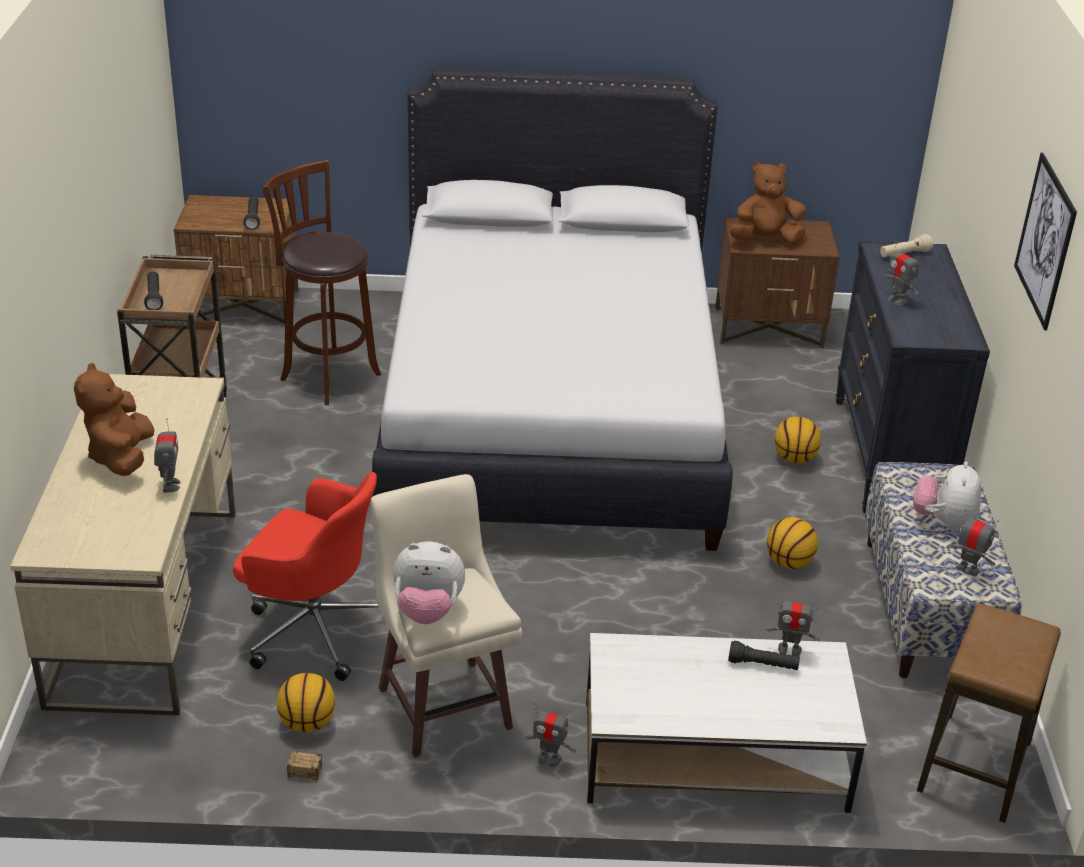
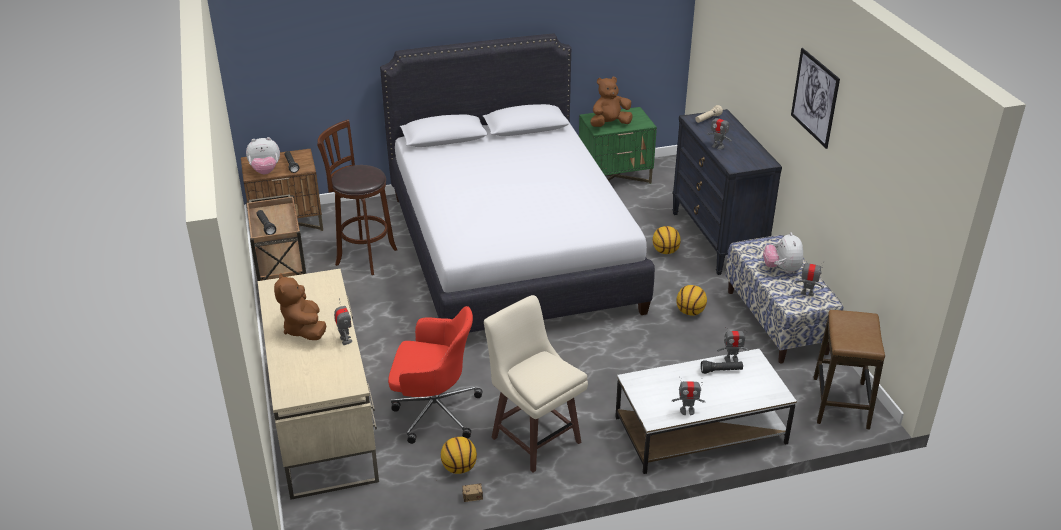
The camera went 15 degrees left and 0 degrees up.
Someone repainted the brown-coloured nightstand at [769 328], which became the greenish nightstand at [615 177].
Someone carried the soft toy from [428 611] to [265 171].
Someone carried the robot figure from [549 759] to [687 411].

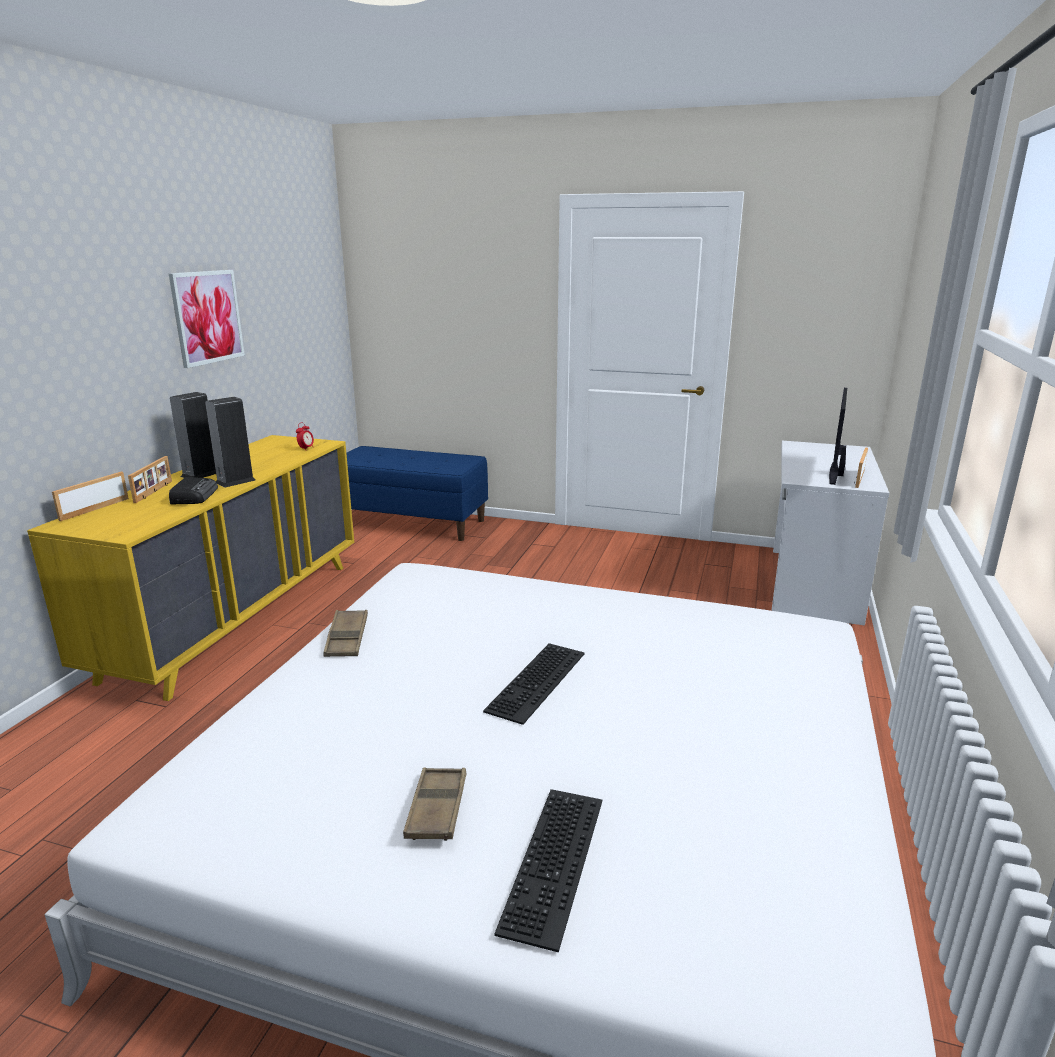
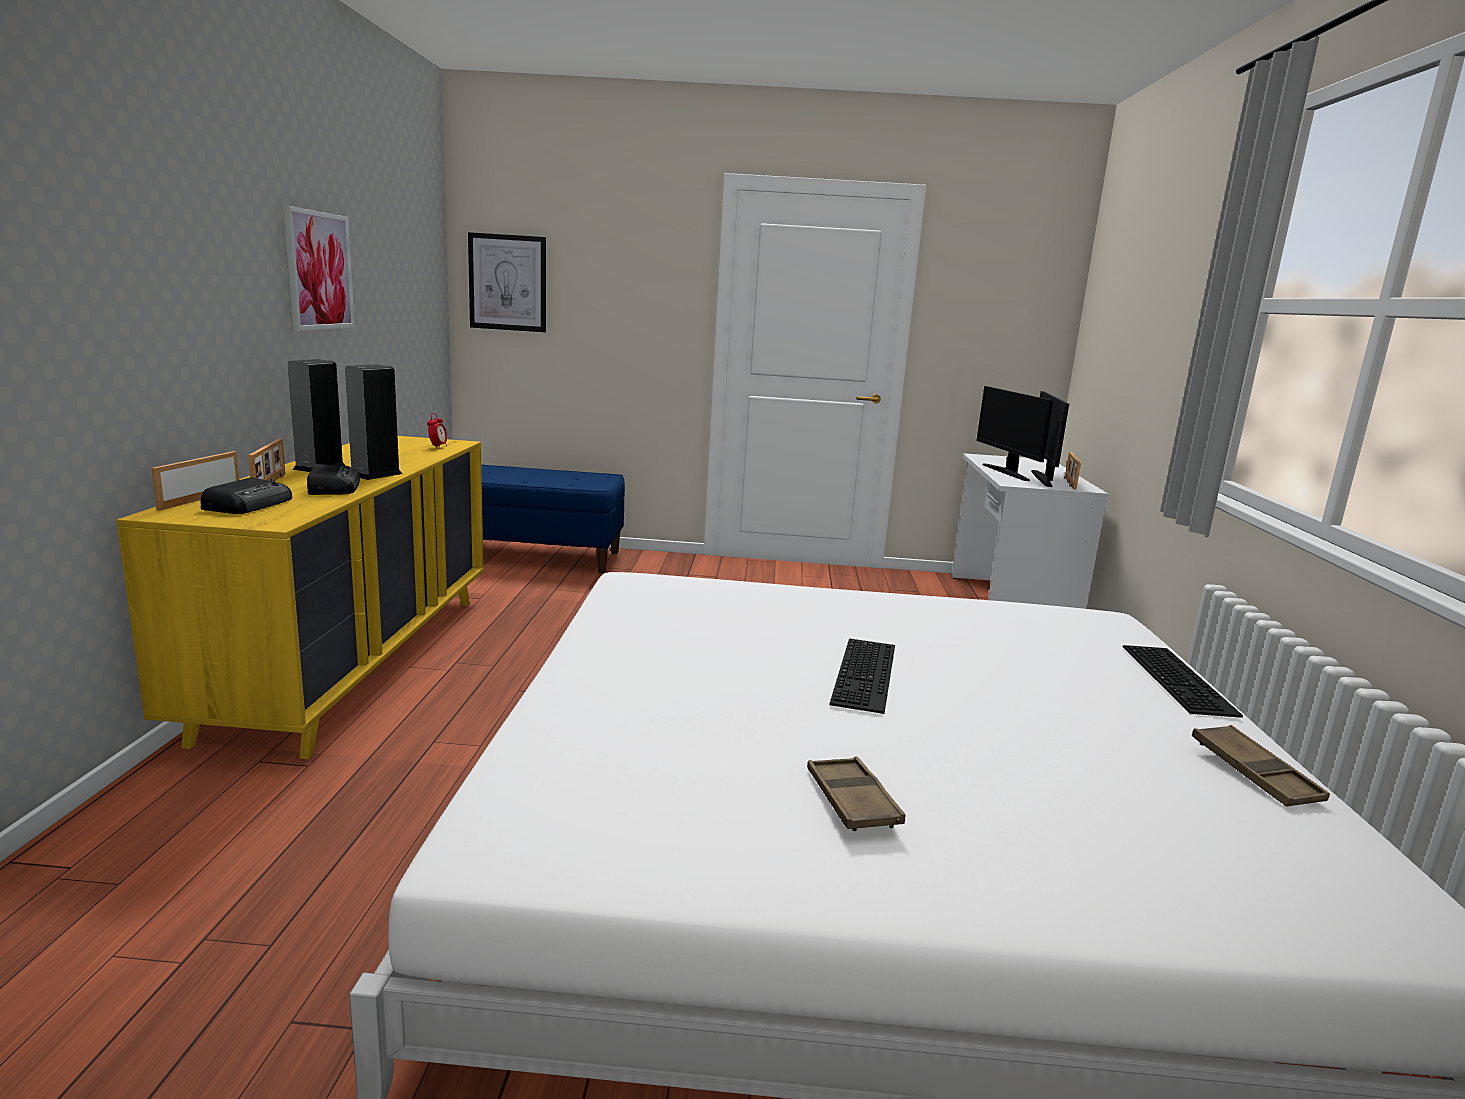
The camera went 15 degrees left and 5 degrees down.
Someone carried the brown-coloured carrying tray from [347 638] to [1254 773].
Someone carried the keyboard from [557 864] to [1181 680].
Someone put up the picture at [508 283].
Someone put down the monitor at [1007 472].
Someone put down the radio at [249 504].

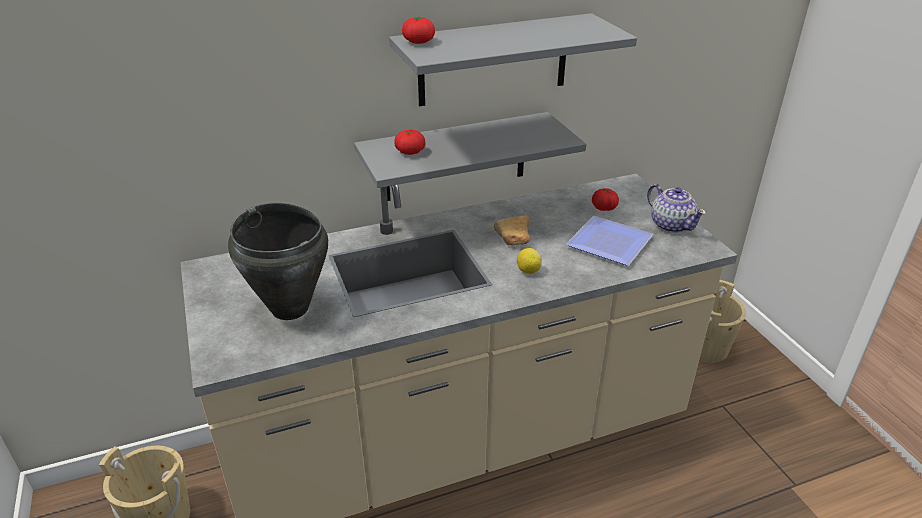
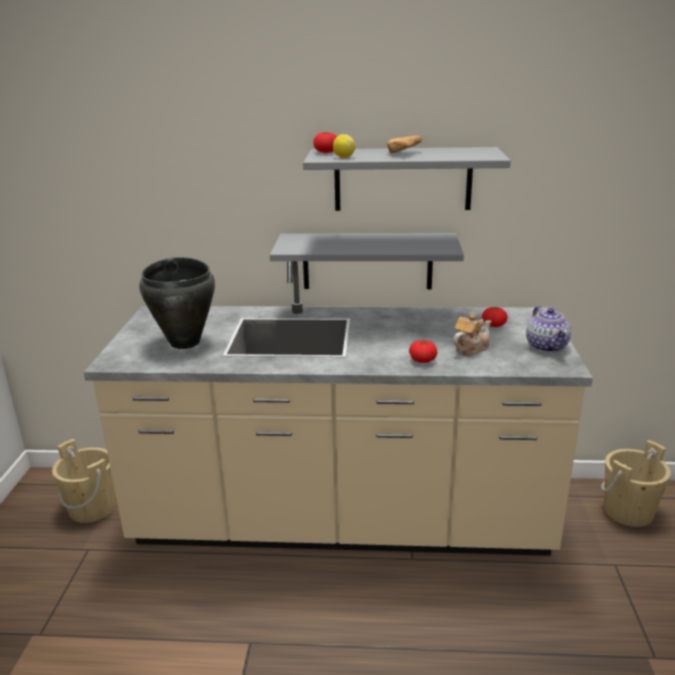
The camera went 25 degrees right and 10 degrees down.
Someone carried the fresh tomato from [410 152] to [422 360].
Someone carried the bread from [514 240] to [401 153].
Someone swapped the plate at [606 244] for the tea pot at [470 348].
Someone carried the lemon from [528 270] to [343 157].

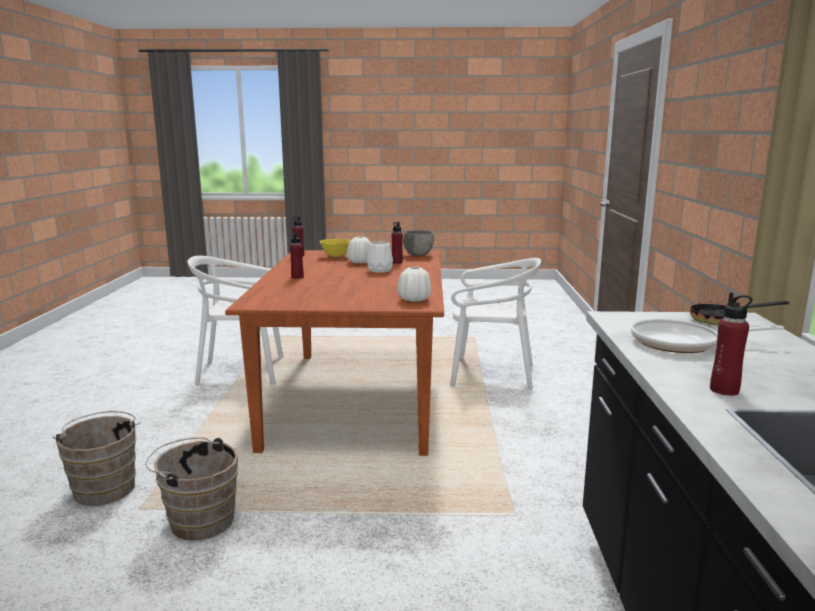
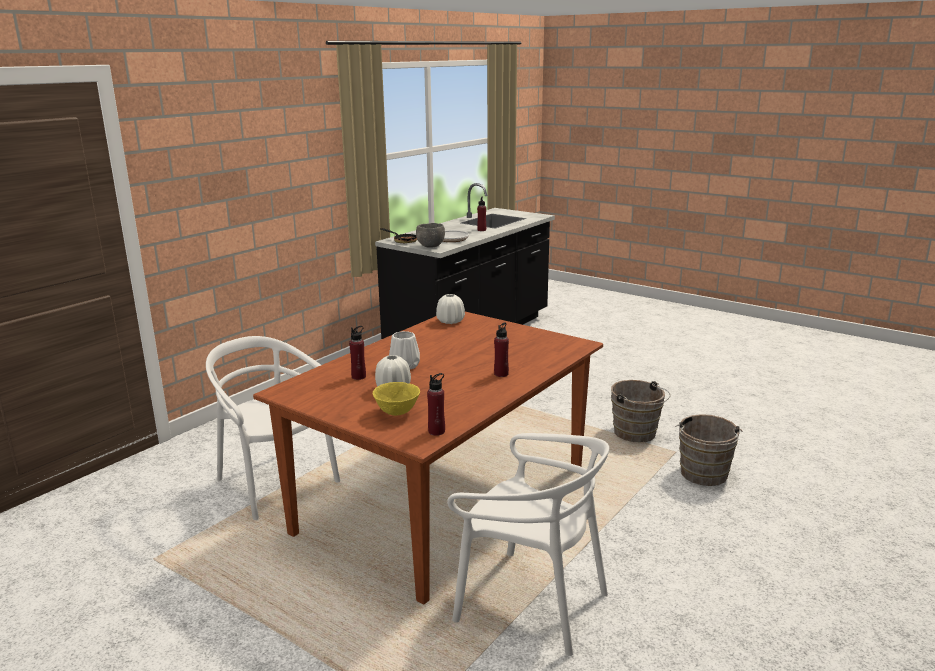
The camera went 145 degrees left and 5 degrees up.
Someone carried the gray bowl from [418 255] to [430 246].

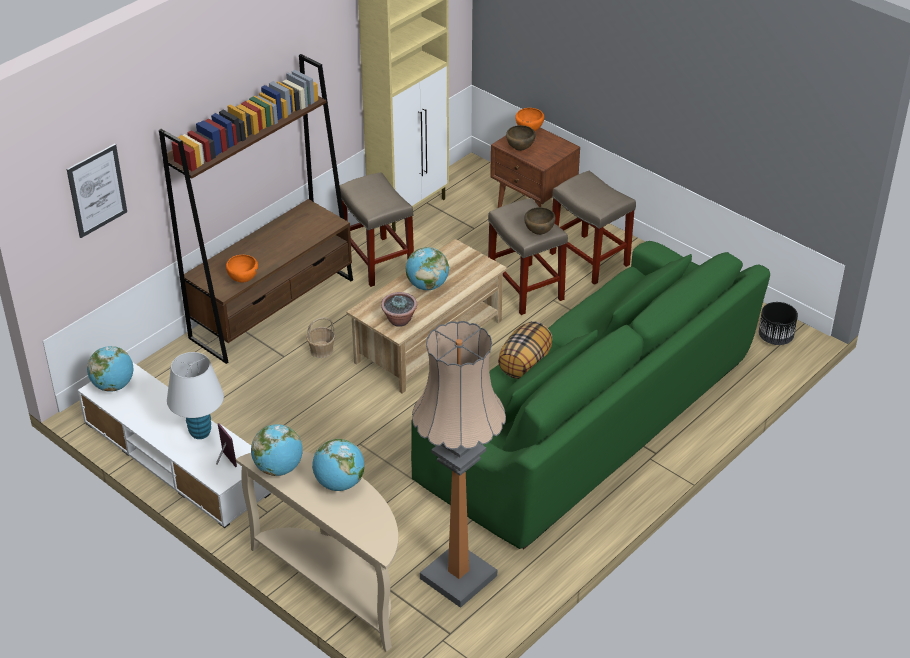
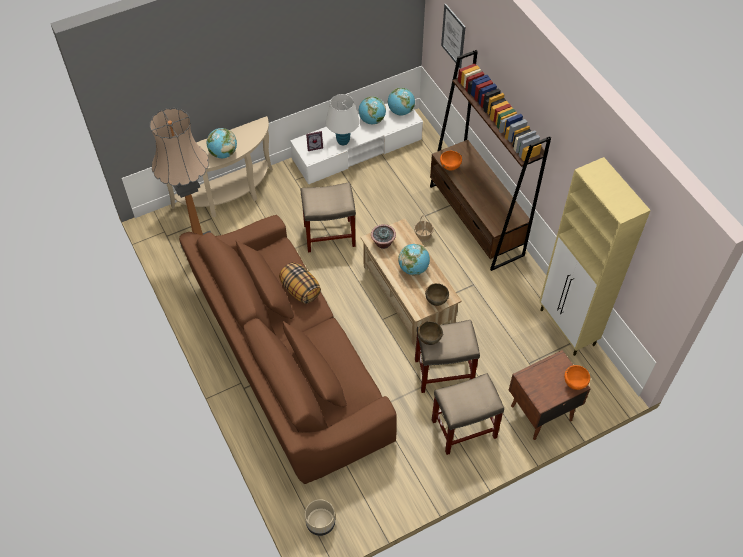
The camera went 110 degrees right and 15 degrees up.
Someone carried the brown-coloured bowl from [520 149] to [436 301].
Someone carried the beige stool from [377 261] to [330 235].
Someone repainted the greenish couch at [590 423], which became the brown-coloured couch at [288 361].
Someone repainted the black planter at [775 337], which became the beige planter at [320 523].
Someone carried the desk globe from [279 468] to [372 120].

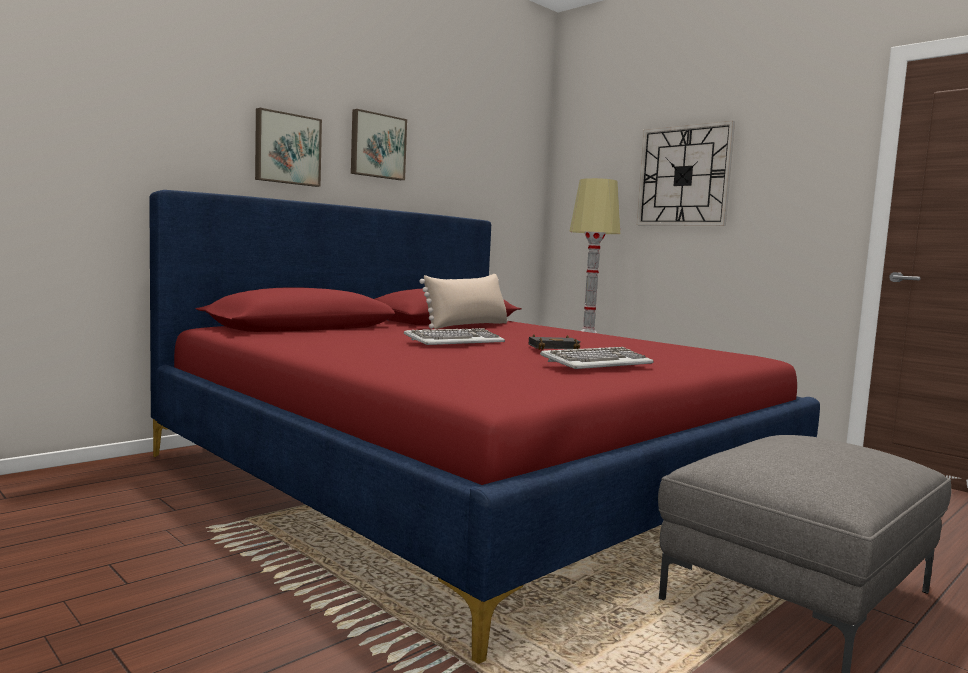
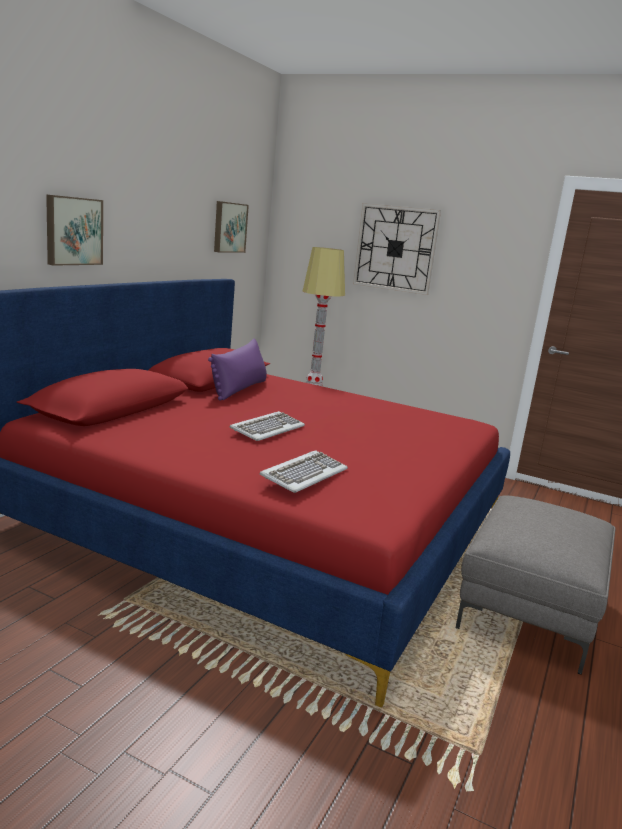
The camera went 20 degrees left and 10 degrees up.
Someone carried the picture from [377 146] to [229 227].
Someone repainted the beige throw pillow at [467 325], which became the purplish throw pillow at [239 389].
Someone took away the black volume at [554 347].
Someone carried the keyboard from [596 363] to [304 474].

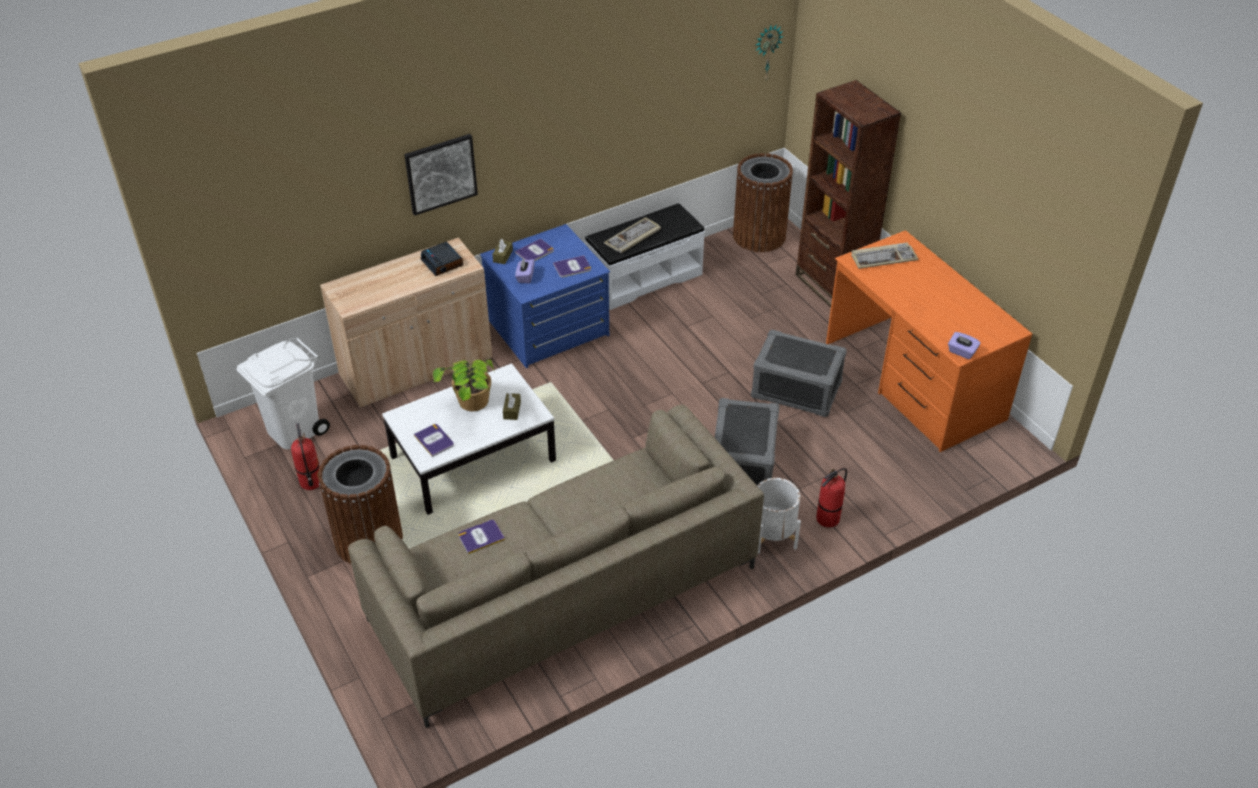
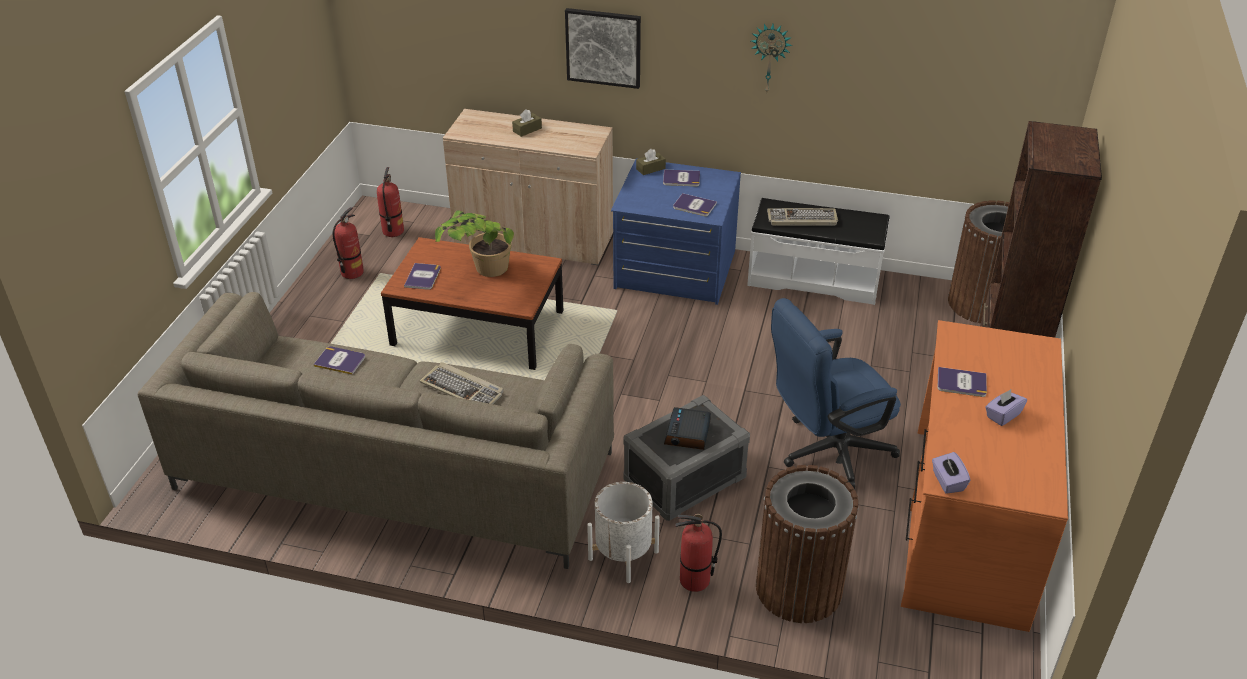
The camera went 45 degrees right and 5 degrees down.
Someone carried the wall clock from [766 52] to [770 57].
Someone carried the alarm clock from [442 263] to [688 434].
Someone carried the keyboard from [883 257] to [463 389].
Someone carried the purplish tissue holder from [525 277] to [1002 415].
Someone swapped the gray storage box at [795 390] for the blue desk chair at [826 452].
Someone swapped the white waste bin at [293 429] for the fire-fighting cylinder at [393 231].
Someone repainted the white low table at [473 459], which became the brown-coloured low table at [477 328].
Someone carried the brown-coloured tissue holder from [512 410] to [527 130].
Someone carried the brown-coloured waste bin from [368 540] to [798 588].
Someone put down the volume at [961 383].

